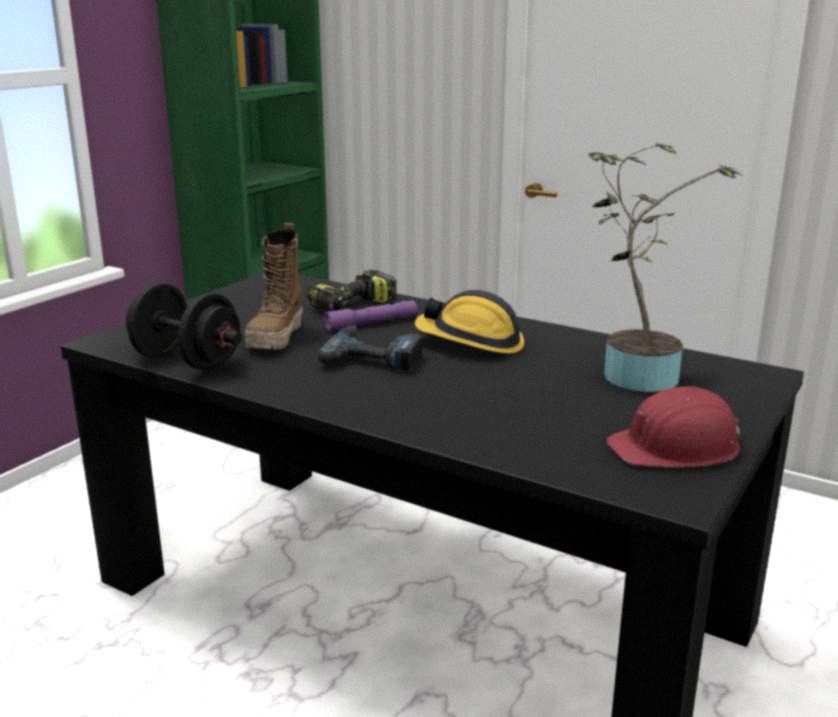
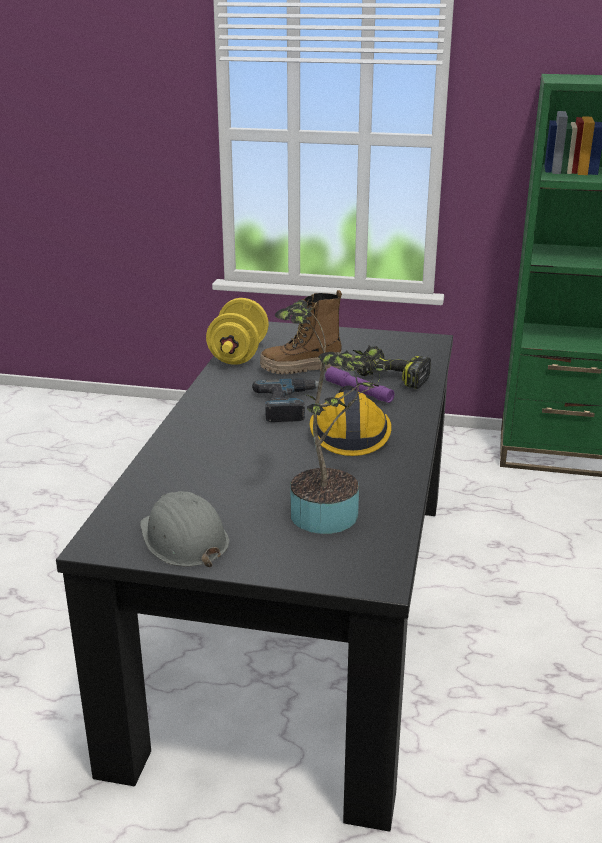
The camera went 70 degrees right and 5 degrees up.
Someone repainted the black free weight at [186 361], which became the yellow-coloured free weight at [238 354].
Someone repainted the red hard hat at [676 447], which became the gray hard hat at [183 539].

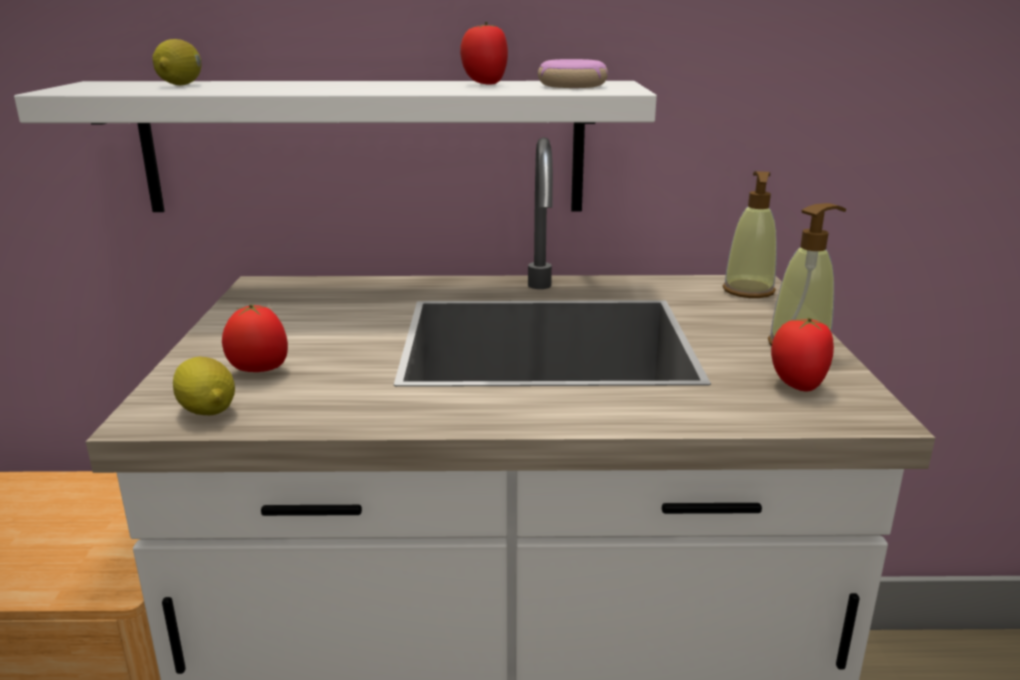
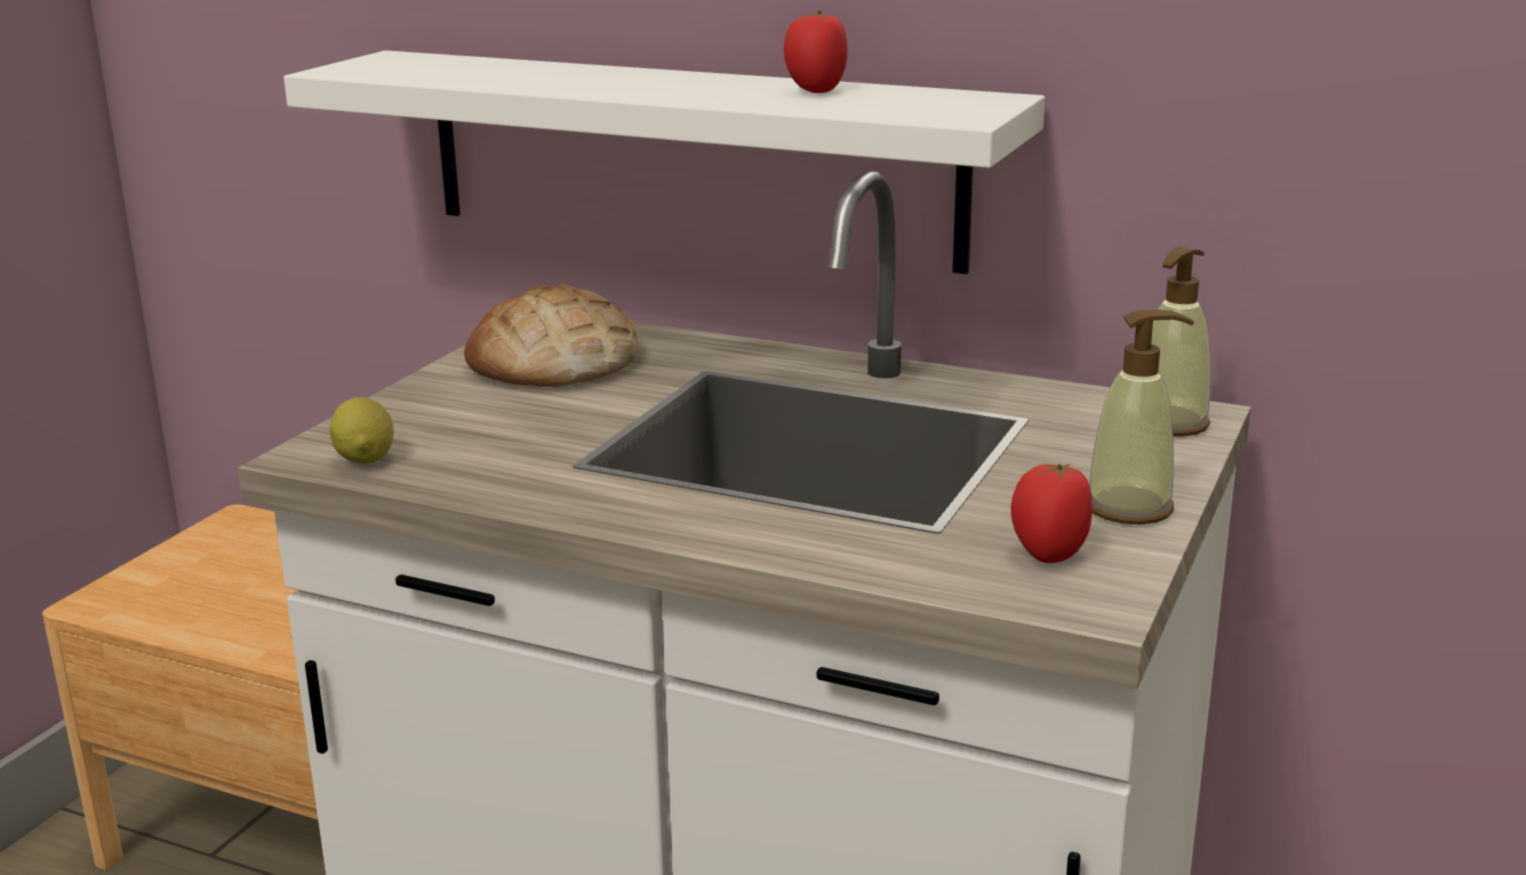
The camera went 25 degrees right and 0 degrees up.
Someone took away the lemon at [182 85].
Someone took away the donut at [572 85].
Someone took away the fresh tomato at [258 370].
Someone put down the bread at [551 361].

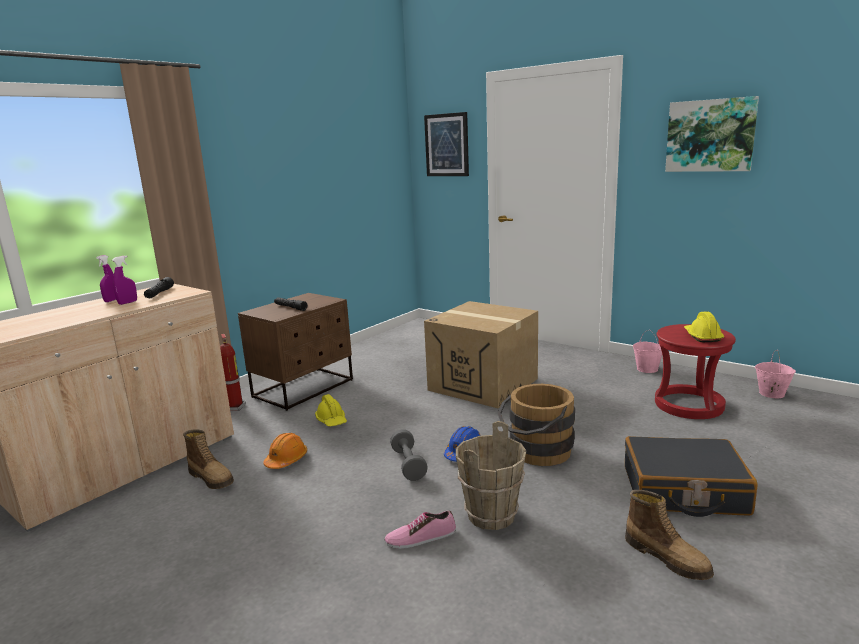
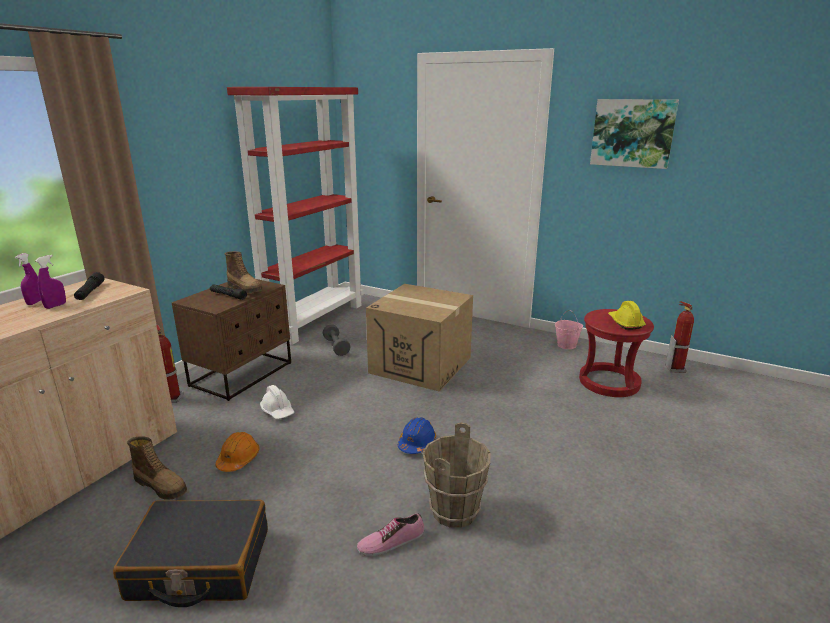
The camera went 10 degrees left and 5 degrees up.
Someone took away the picture at [447 145].
Someone swapped the pink water bucket at [771 394] for the fire-fighting cylinder at [675 369].
Someone took away the brown-coloured water bucket at [536 452].
Someone repainted the yellow-coloured hard hat at [332 420], which became the white hard hat at [278 411].
Someone carried the gray free weight from [408 464] to [336 347].
Someone carried the black piece of luggage from [683 490] to [200 564].
Someone carried the high-top boot from [667 558] to [245 289].
Someone put down the red bookcase at [314 319].

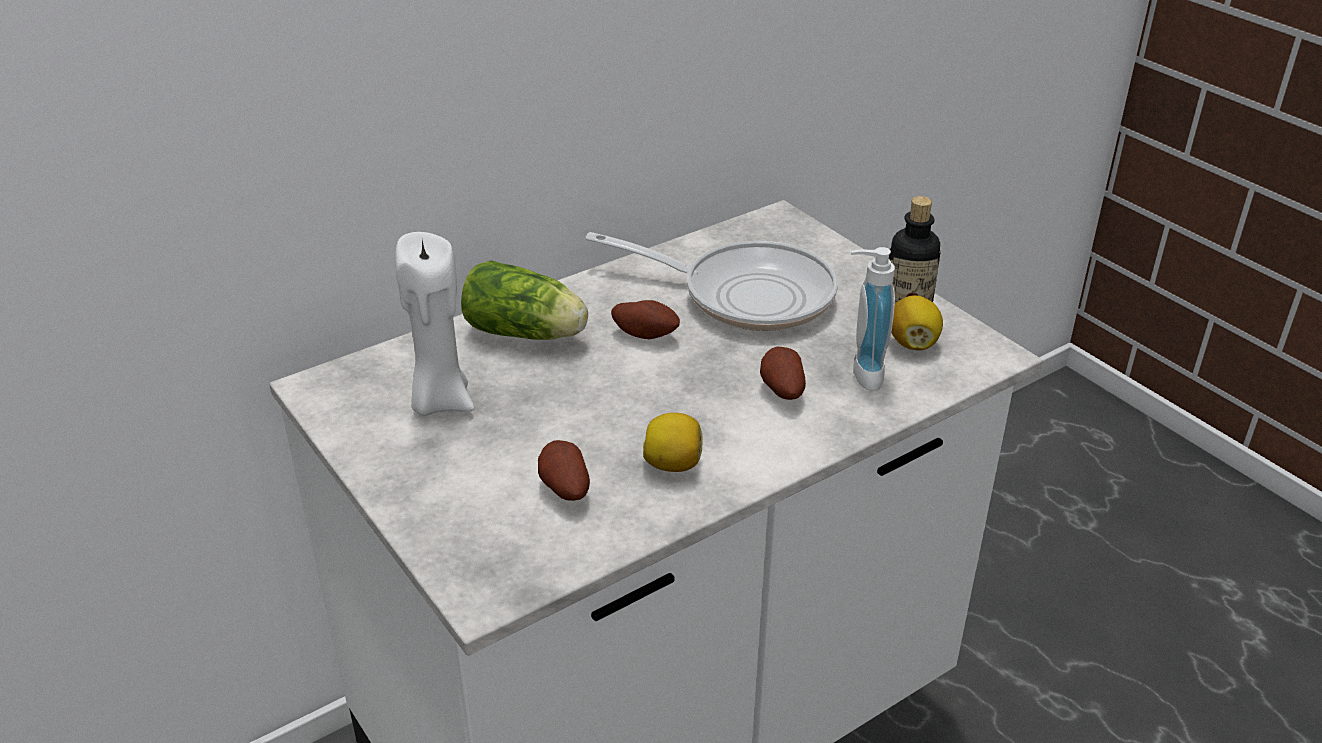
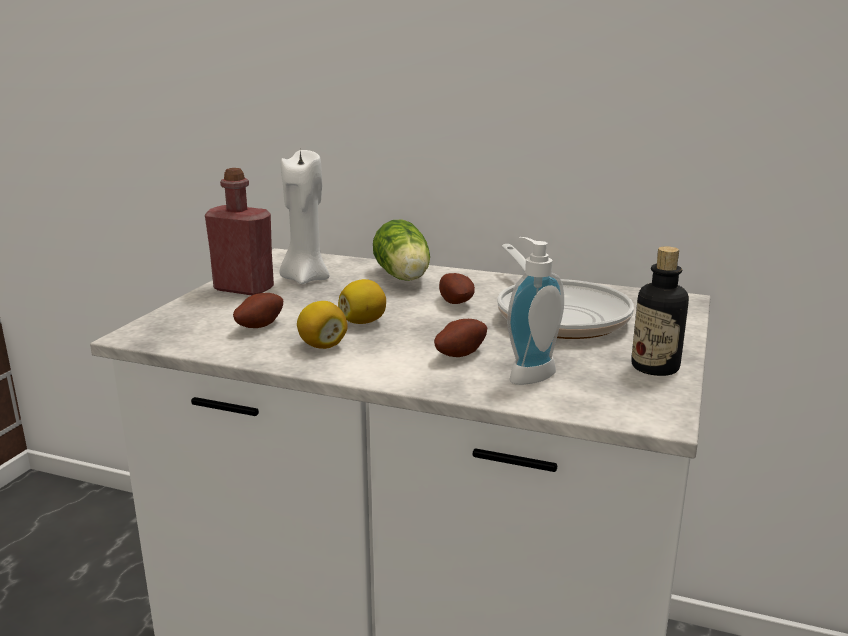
The camera went 55 degrees right and 15 degrees down.
Someone carried the lemon from [913 343] to [363 322].
Someone put down the red drink bottle at [244 289].

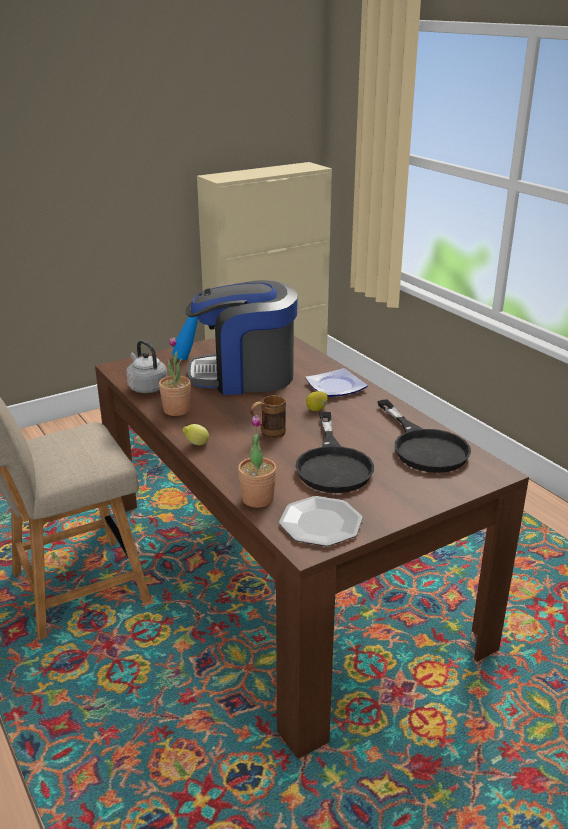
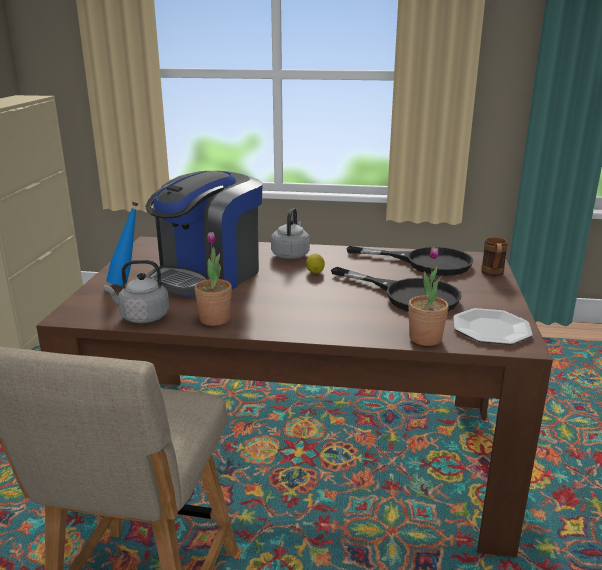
The camera went 50 degrees left and 5 degrees down.
Someone swapped the plate at [336 386] for the gray kettle at [291 254].
Someone carried the brown-coloured coffee mug from [268 434] to [492 275].
Someone took away the lemon at [196 444].

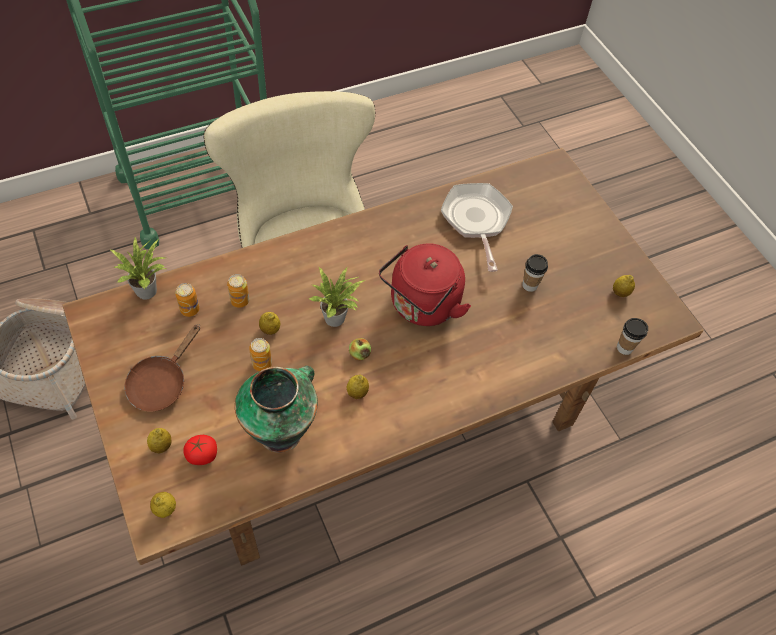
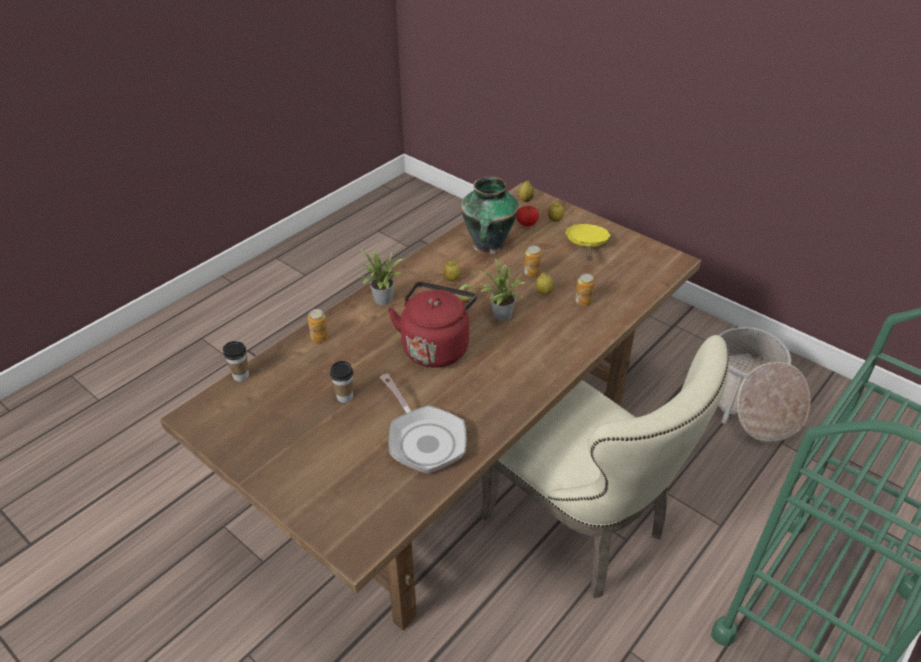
The camera went 160 degrees right and 15 degrees down.
Someone carried the plant in a pot from [149 289] to [381 300].
Someone took away the lemon at [620 293].
Someone carried the can from [190 309] to [319 338].
Someone repainted the brown-coloured frying pan at [161 383], which became the yellow-coloured frying pan at [587 244].

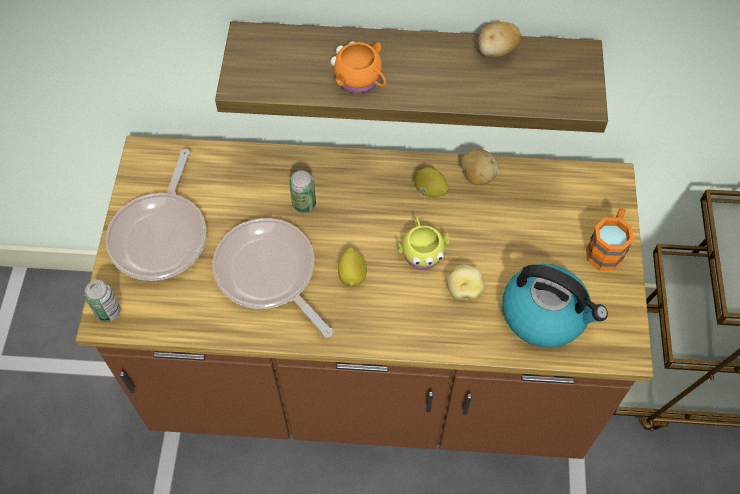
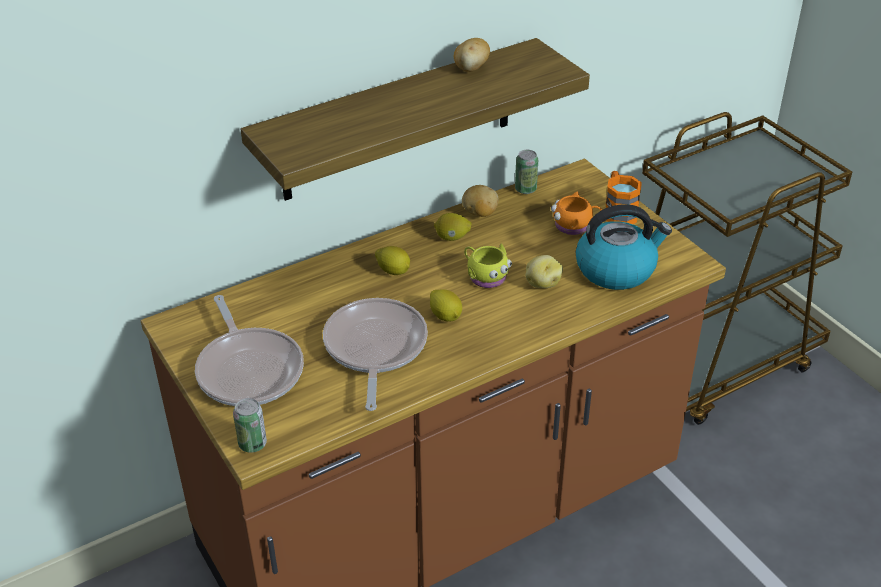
The camera went 35 degrees left and 20 degrees down.
Someone carried the orange-coloured coffee mug from [361 80] to [575 226].
Someone carried the can from [304 204] to [525 189].
Someone rotated the frying pan at [269 274] by 75 degrees clockwise.
Someone put down the lemon at [393 271].

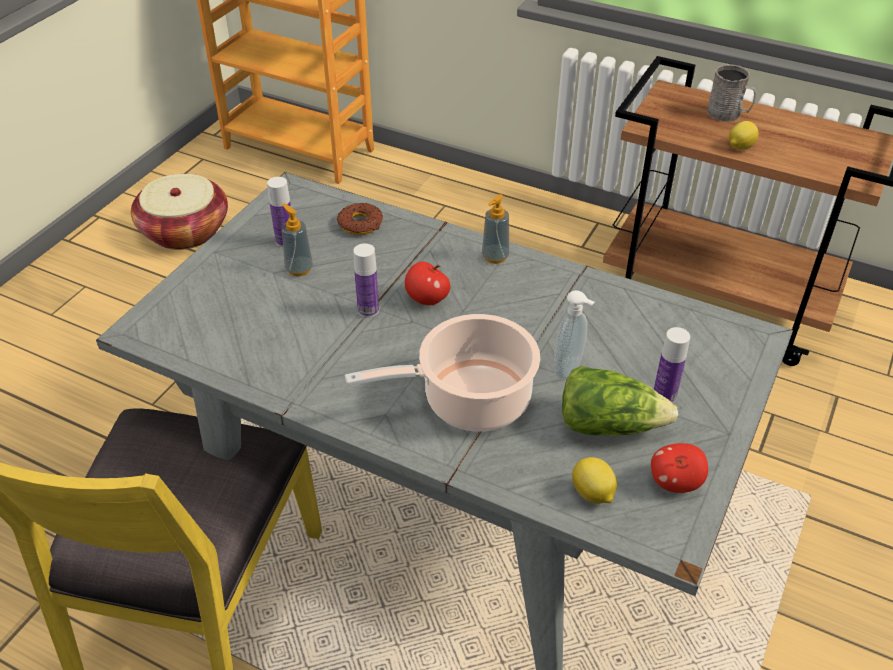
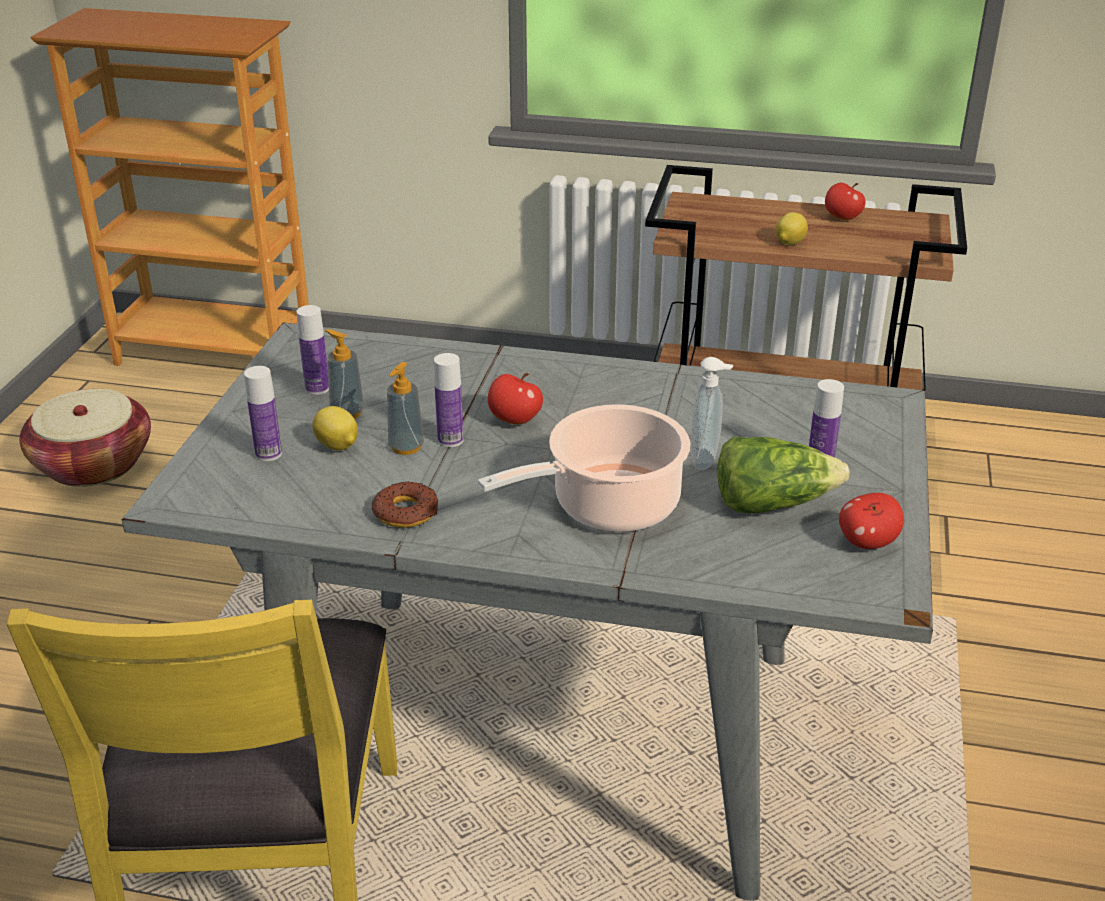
The camera went 15 degrees left and 10 degrees down.
Someone took away the gray coffee mug at [728 114].
Someone carried the soap dispenser from [495 256] to [406 447].
Someone carried the donut from [360 224] to [406 512].
Someone carried the lemon from [592 494] to [337 446].
Someone put down the whole apple at [842 218].
Someone put down the drink bottle at [268 454].

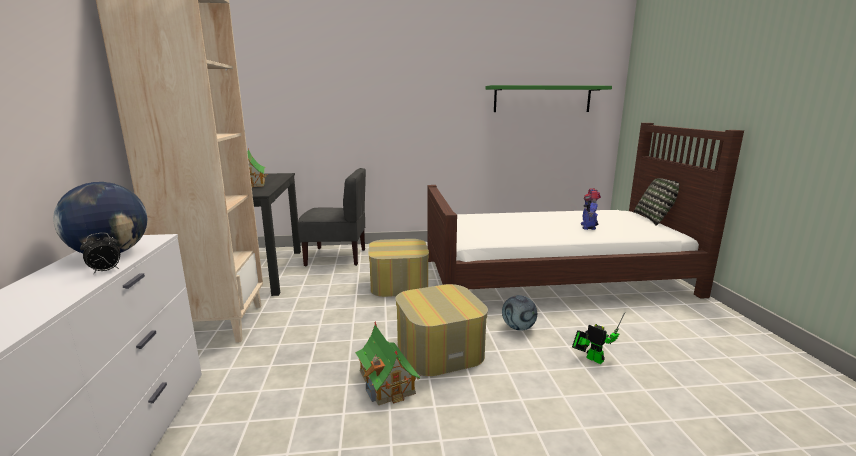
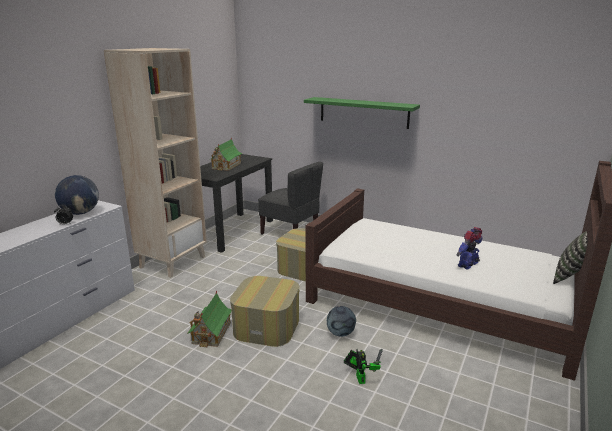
The camera went 35 degrees right and 5 degrees up.
Someone carried the greenish bracket shelf from [542 99] to [363 112].

